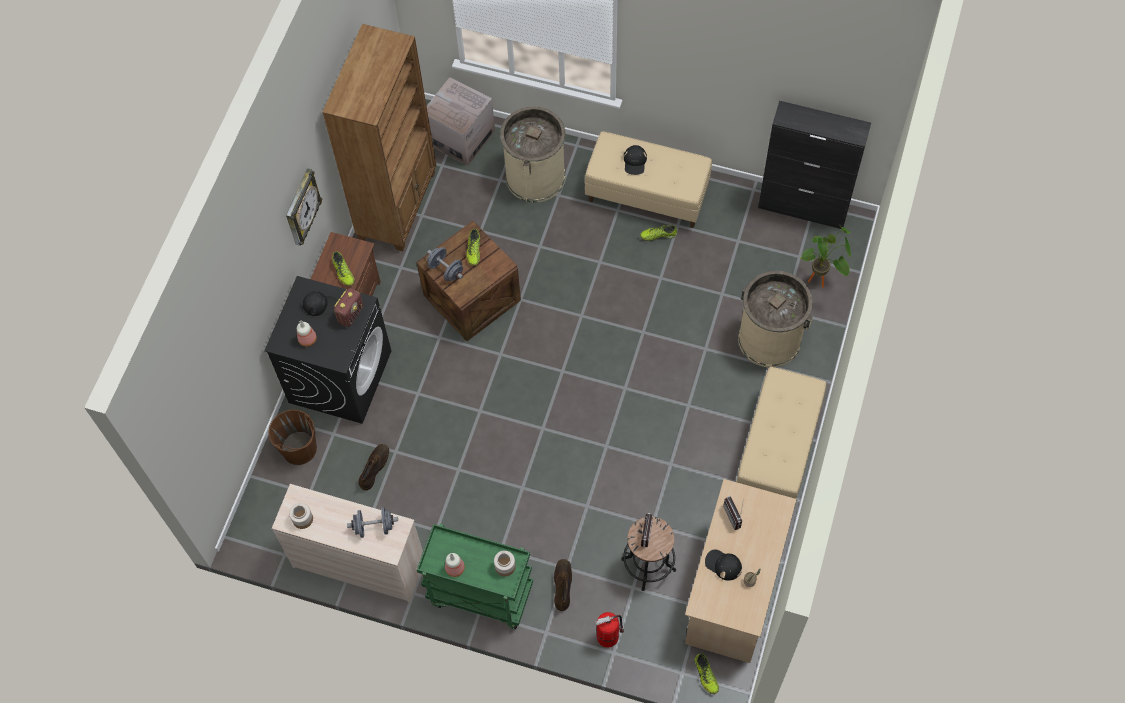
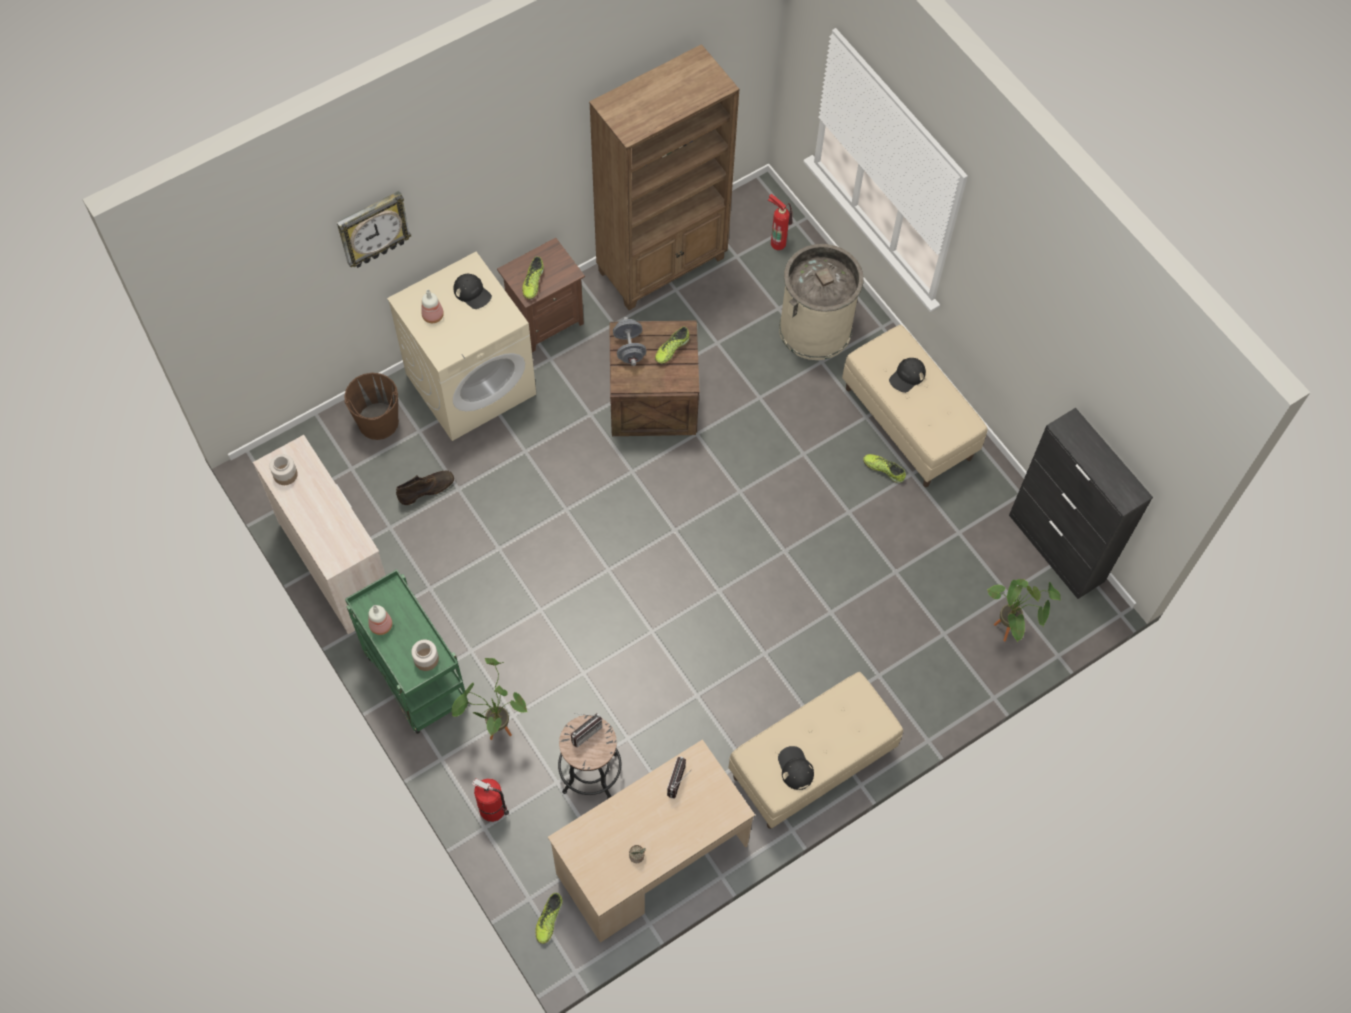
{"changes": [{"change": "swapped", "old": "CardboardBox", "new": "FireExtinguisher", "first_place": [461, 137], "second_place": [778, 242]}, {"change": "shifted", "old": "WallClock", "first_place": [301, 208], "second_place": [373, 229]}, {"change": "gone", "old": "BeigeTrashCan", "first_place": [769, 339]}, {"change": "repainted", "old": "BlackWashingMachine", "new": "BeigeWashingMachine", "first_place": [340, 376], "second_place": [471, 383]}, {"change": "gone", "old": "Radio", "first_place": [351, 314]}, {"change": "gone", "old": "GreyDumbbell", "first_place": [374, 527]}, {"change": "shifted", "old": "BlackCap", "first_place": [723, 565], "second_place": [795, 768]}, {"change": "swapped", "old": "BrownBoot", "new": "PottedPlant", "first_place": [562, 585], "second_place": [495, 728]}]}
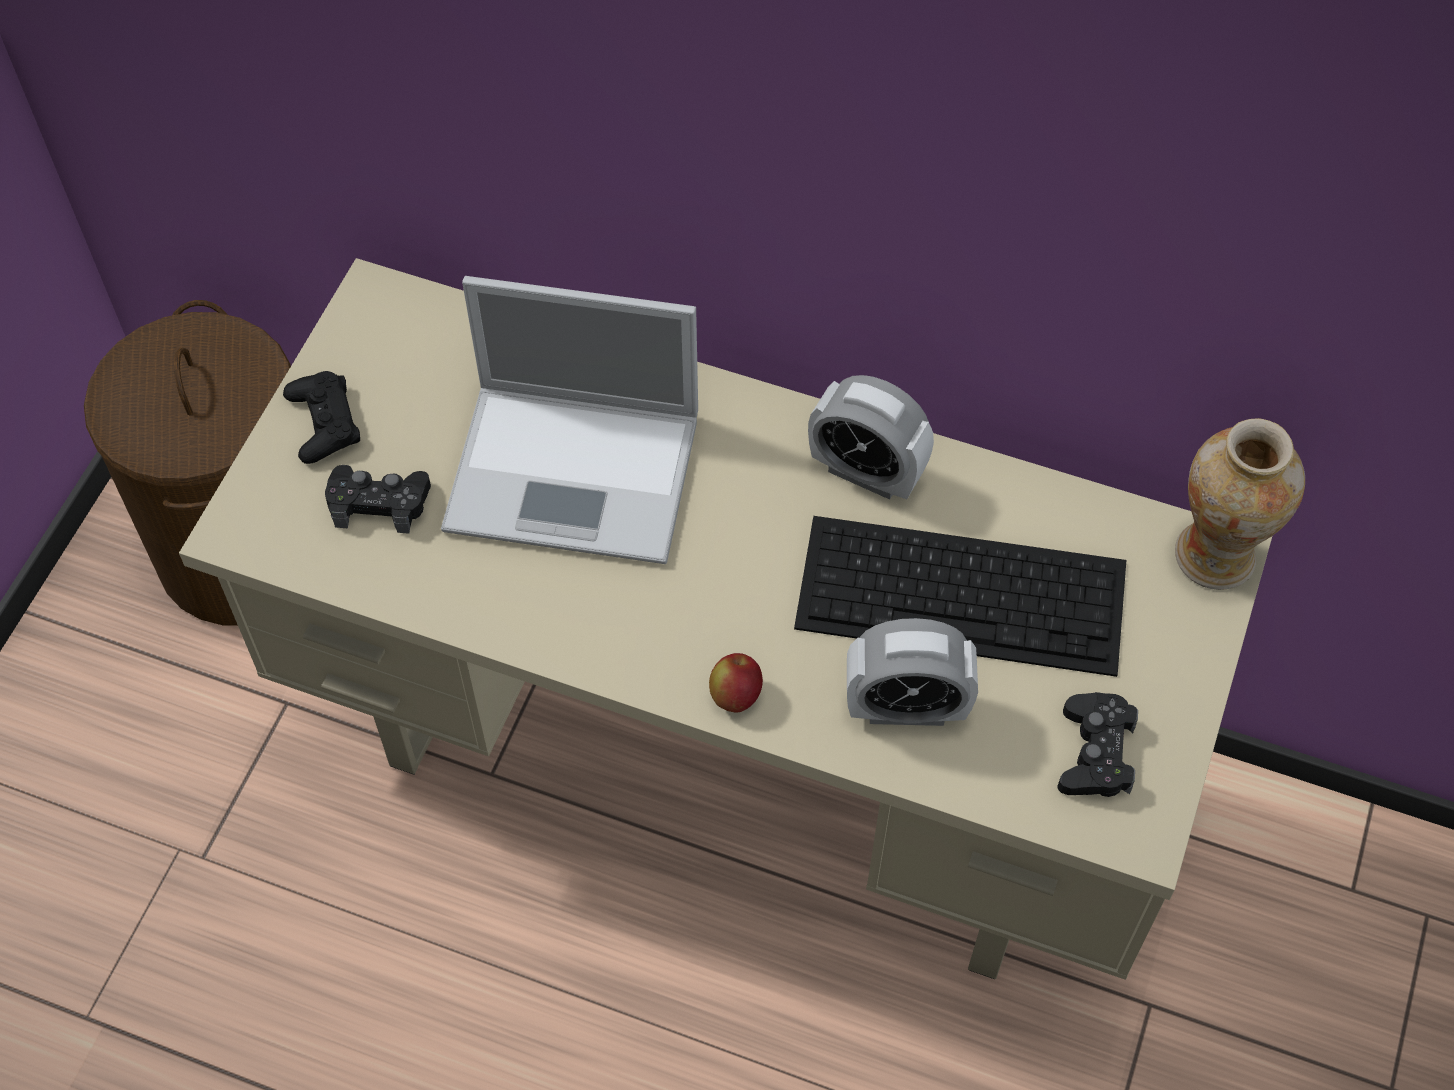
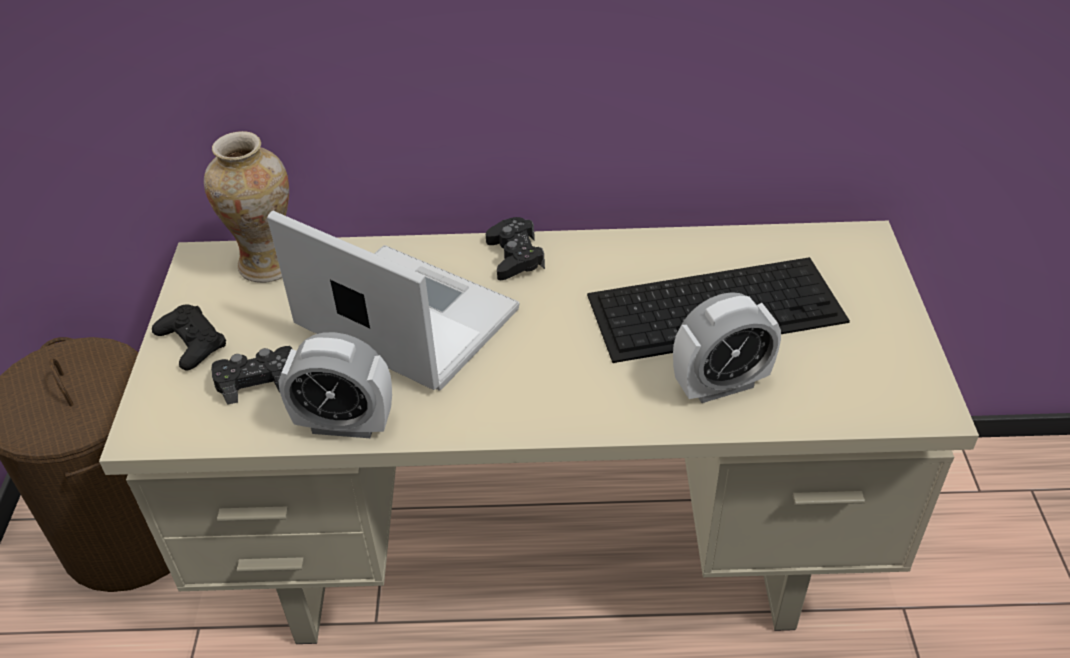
{"changes": [{"change": "rotated", "old": "Laptop", "first_place": [578, 473], "second_place": [403, 317], "degrees": -135}, {"change": "shifted", "old": "AlarmClock", "first_place": [866, 472], "second_place": [345, 424]}, {"change": "shifted", "old": "Vase", "first_place": [1215, 557], "second_place": [268, 265]}, {"change": "gone", "old": "Apple", "first_place": [735, 695]}, {"change": "shifted", "old": "BlackGameController", "first_place": [1095, 753], "second_place": [515, 256]}]}
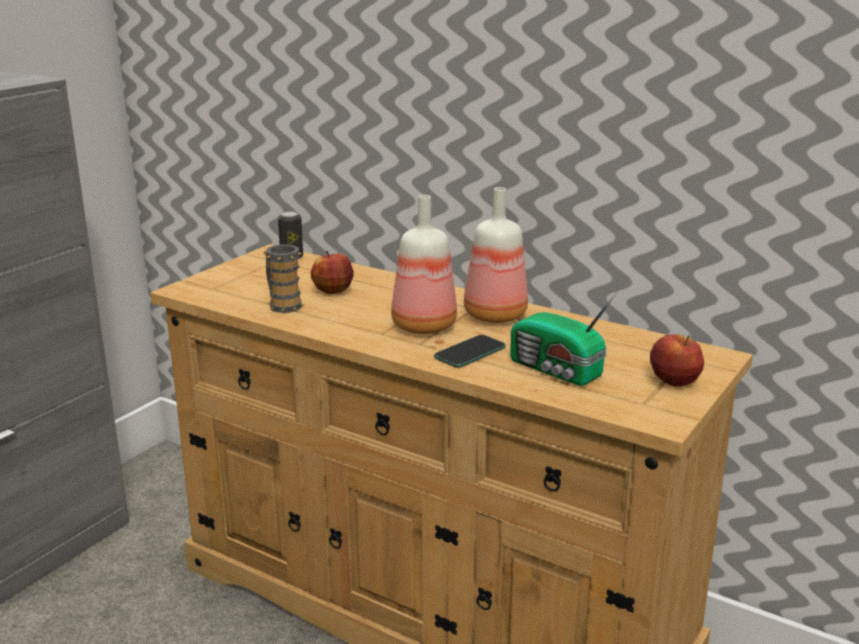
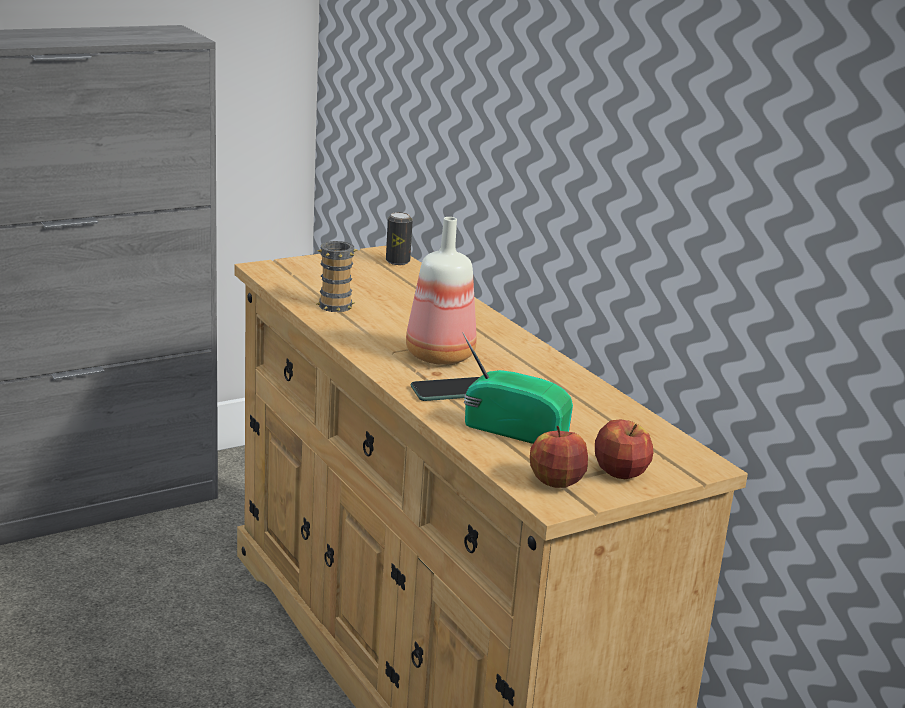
{"changes": [{"change": "gone", "old": "Bottle", "first_place": [493, 316]}, {"change": "shifted", "old": "Apple", "first_place": [333, 291], "second_place": [556, 482]}, {"change": "rotated", "old": "Radio", "first_place": [556, 370], "second_place": [513, 429], "degrees": 135}]}
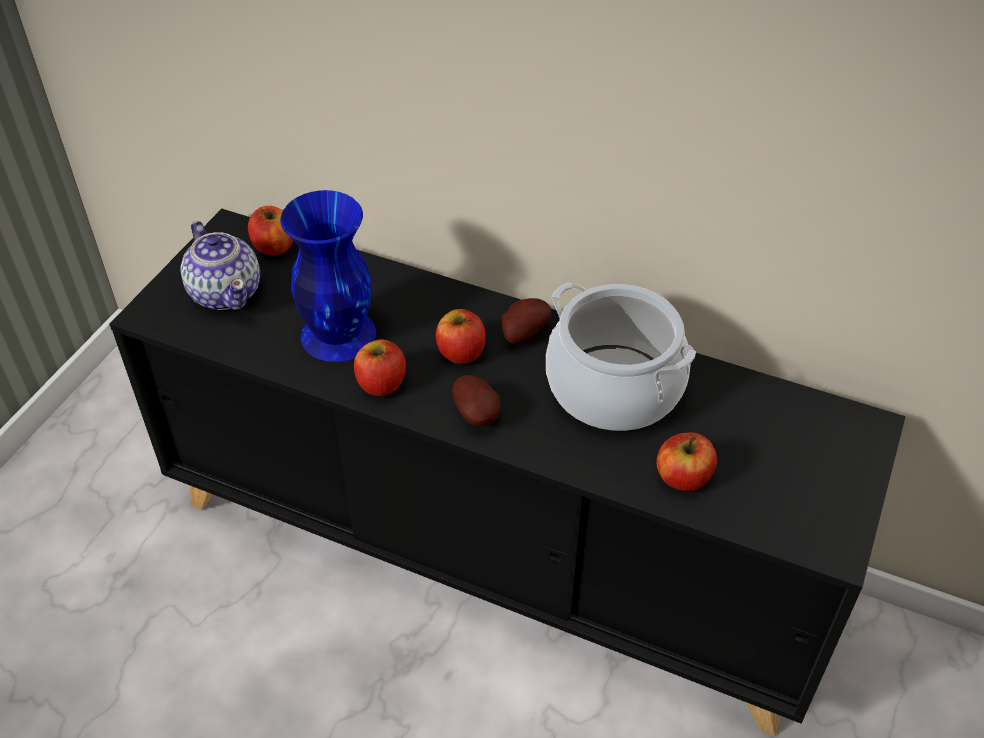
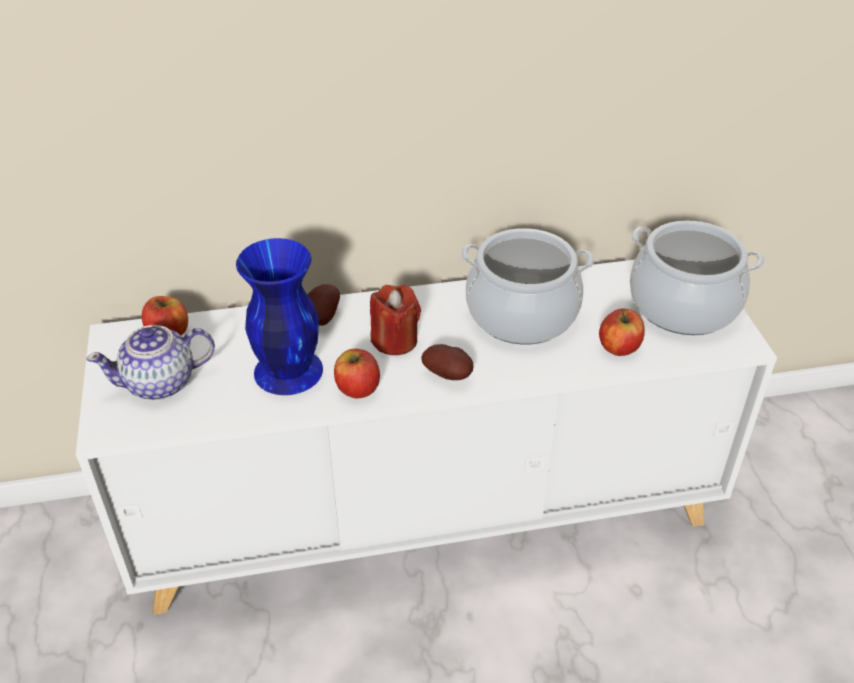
{"changes": [{"change": "repainted", "old": "BlackCabinet", "new": "WhiteCabinet", "first_place": [493, 551], "second_place": [428, 513]}, {"change": "rotated", "old": "Teapot", "first_place": [226, 292], "second_place": [161, 383], "degrees": 135}, {"change": "shifted", "old": "Potato", "first_place": [522, 333], "second_place": [321, 317]}, {"change": "swapped", "old": "Apple", "new": "RedCandle", "first_place": [461, 352], "second_place": [395, 340]}, {"change": "new", "new": "CookingPot", "second_place": [683, 305]}]}
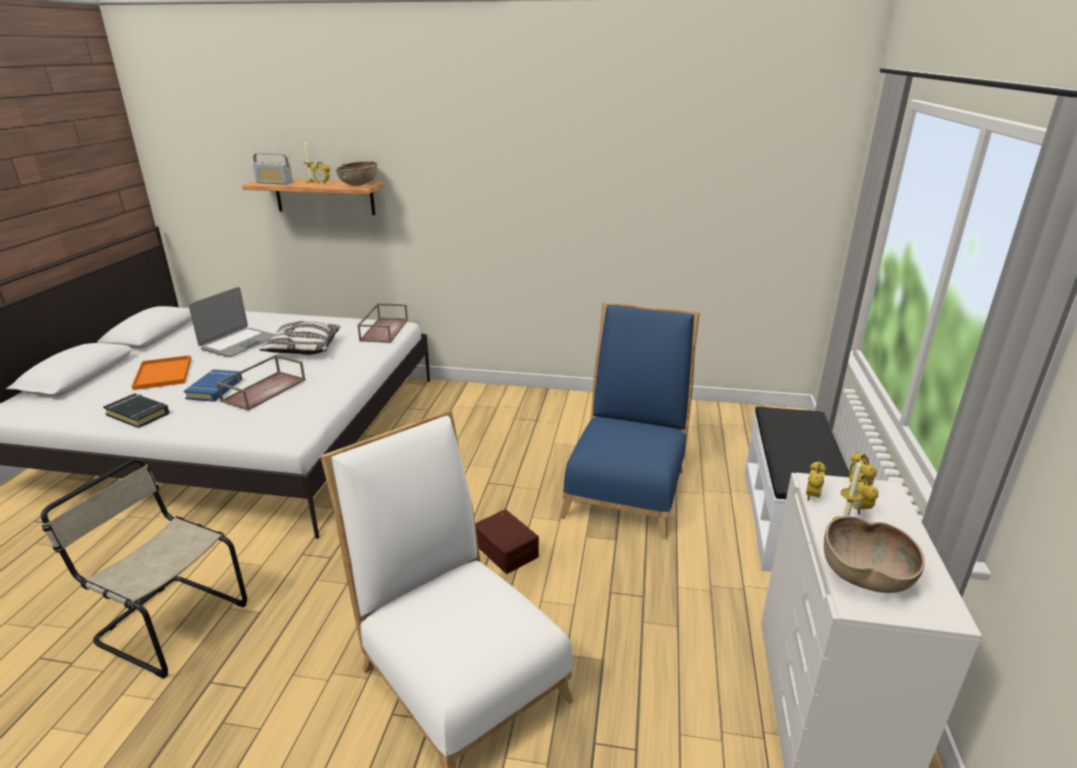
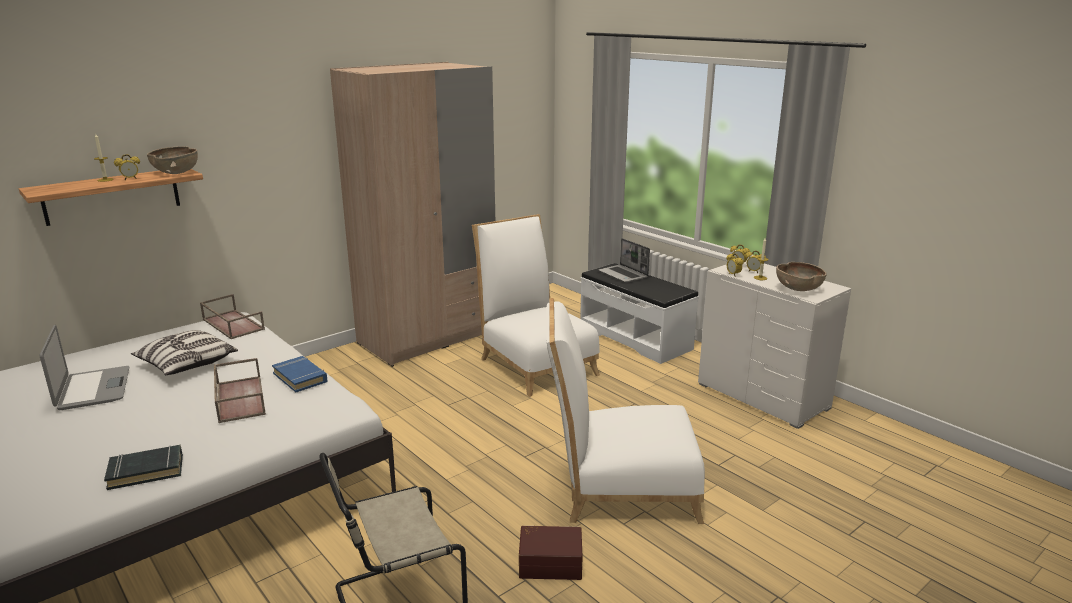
{"changes": [{"change": "gone", "old": "Radio", "first_place": [274, 183]}, {"change": "repainted", "old": "BlueChair", "new": "WhiteChair", "first_place": [627, 487], "second_place": [534, 363]}, {"change": "gone", "old": "OrangeTray", "first_place": [162, 373]}, {"change": "shifted", "old": "BlueBook", "first_place": [215, 389], "second_place": [300, 378]}, {"change": "shifted", "old": "BrownStorageBox", "first_place": [507, 549], "second_place": [550, 562]}, {"change": "new", "new": "BeigeWardrobe", "second_place": [428, 337]}, {"change": "new", "new": "Laptop", "second_place": [624, 275]}]}
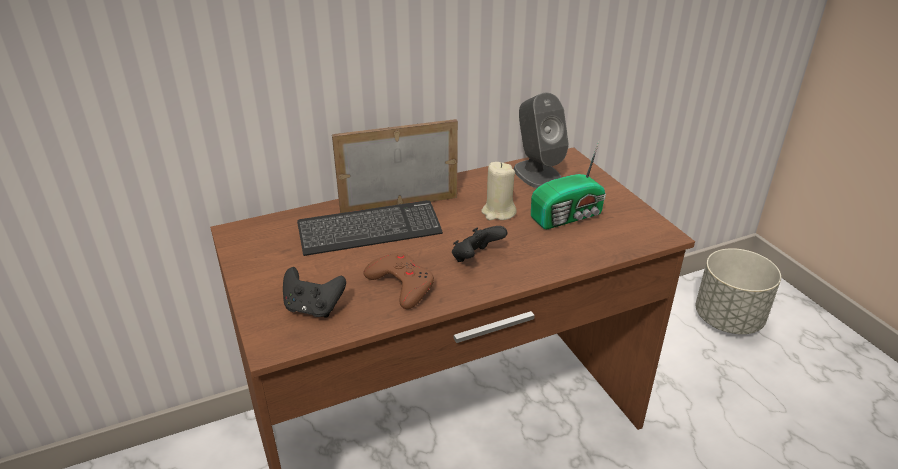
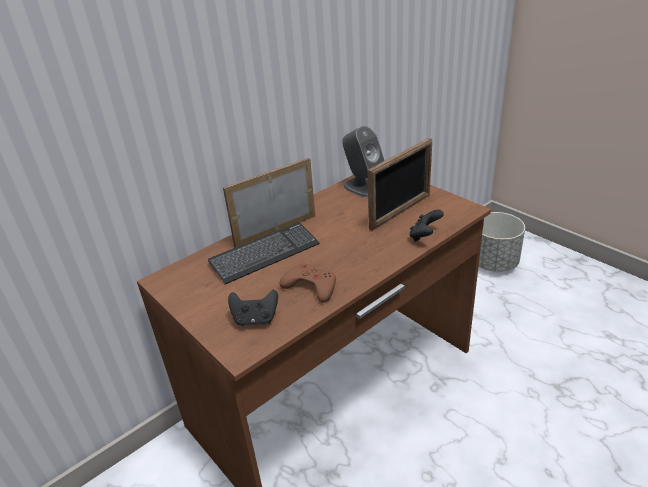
{"changes": [{"change": "swapped", "old": "Radio", "new": "PictureFrame", "first_place": [569, 216], "second_place": [401, 211]}, {"change": "gone", "old": "BeigeCandle", "first_place": [498, 212]}, {"change": "shifted", "old": "BlackGameController", "first_place": [476, 258], "second_place": [424, 236]}]}
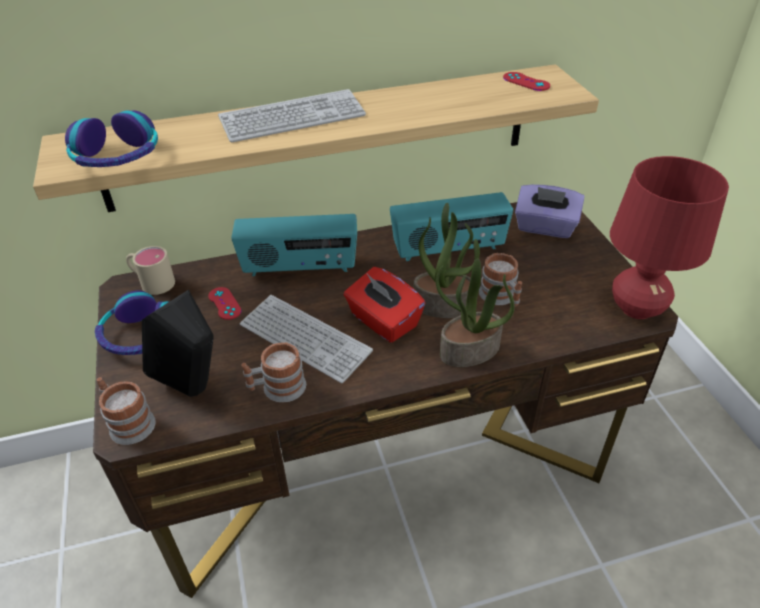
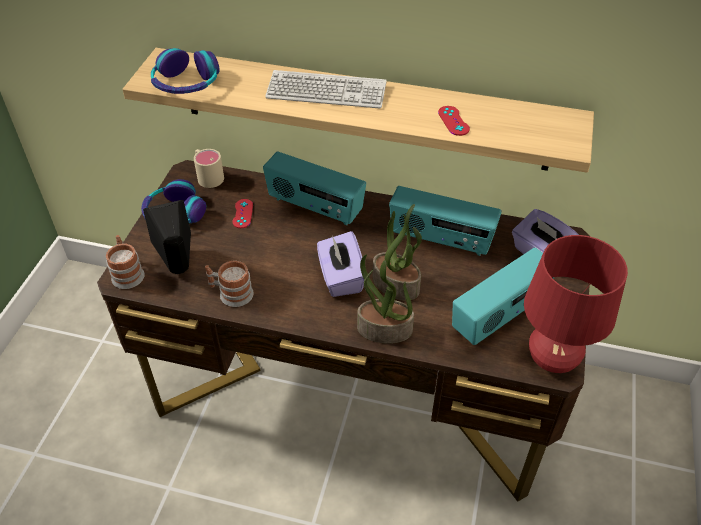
{"changes": [{"change": "shifted", "old": "RedGameController", "first_place": [526, 82], "second_place": [453, 121]}, {"change": "gone", "old": "Mug", "first_place": [501, 297]}, {"change": "repainted", "old": "RedTissueBox", "new": "PurpleTissueBox", "first_place": [383, 321], "second_place": [340, 277]}, {"change": "gone", "old": "Keyboard", "first_place": [304, 339]}, {"change": "new", "new": "Radio", "second_place": [500, 316]}]}
